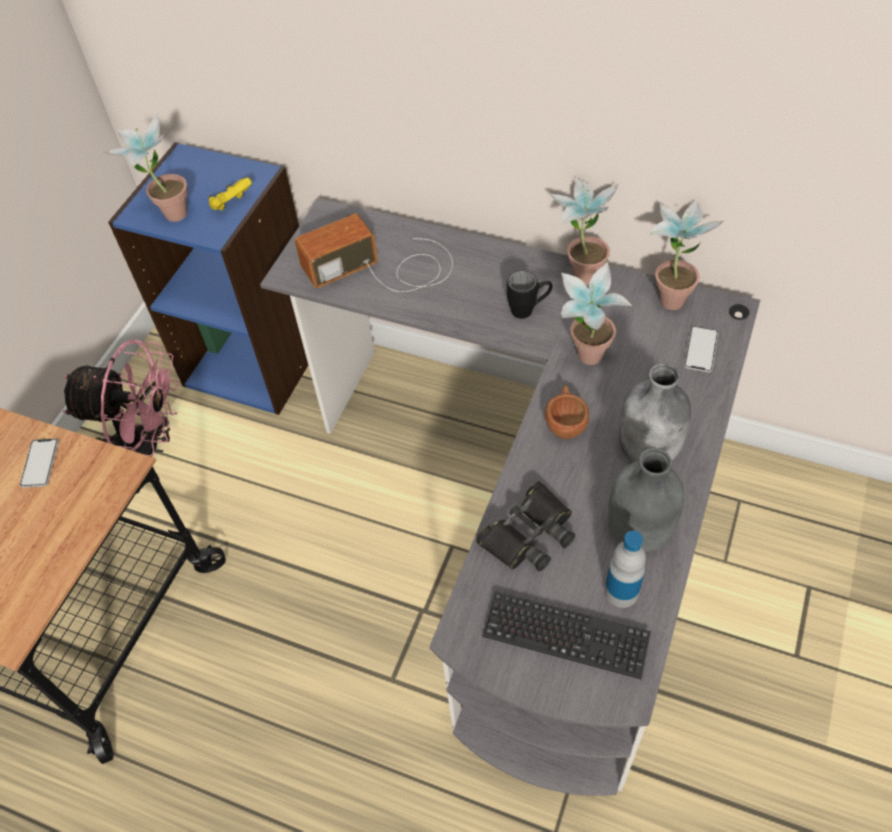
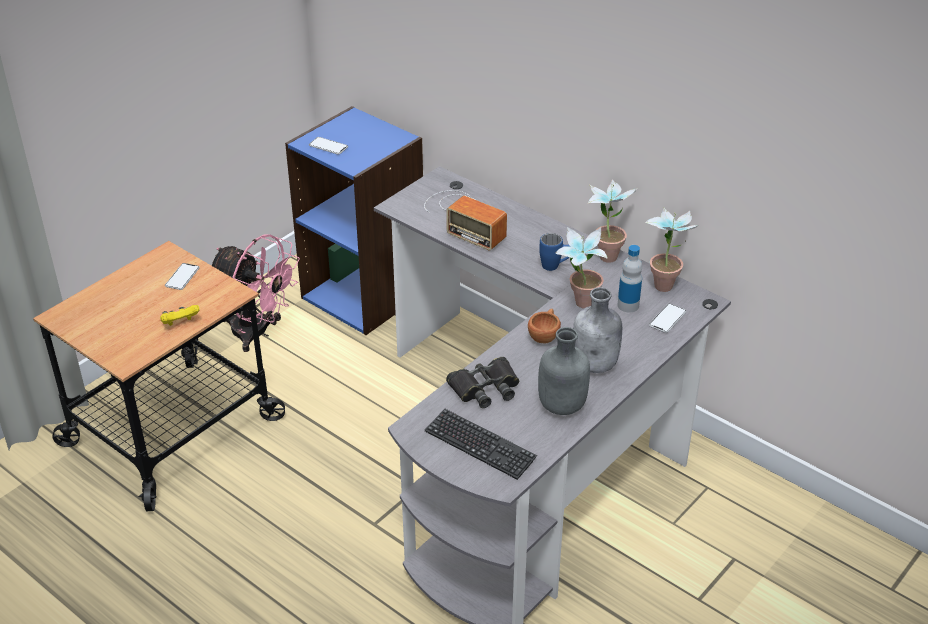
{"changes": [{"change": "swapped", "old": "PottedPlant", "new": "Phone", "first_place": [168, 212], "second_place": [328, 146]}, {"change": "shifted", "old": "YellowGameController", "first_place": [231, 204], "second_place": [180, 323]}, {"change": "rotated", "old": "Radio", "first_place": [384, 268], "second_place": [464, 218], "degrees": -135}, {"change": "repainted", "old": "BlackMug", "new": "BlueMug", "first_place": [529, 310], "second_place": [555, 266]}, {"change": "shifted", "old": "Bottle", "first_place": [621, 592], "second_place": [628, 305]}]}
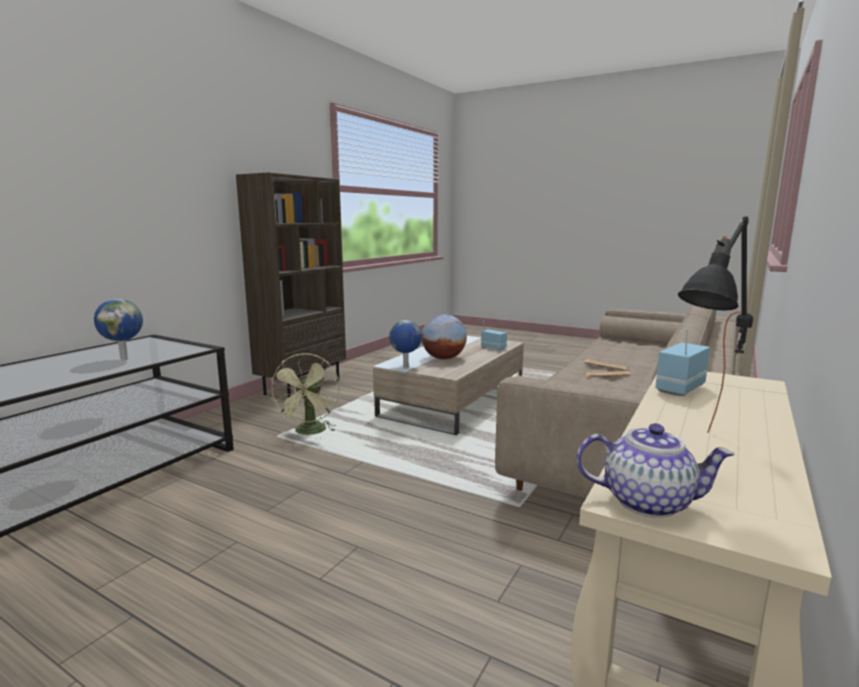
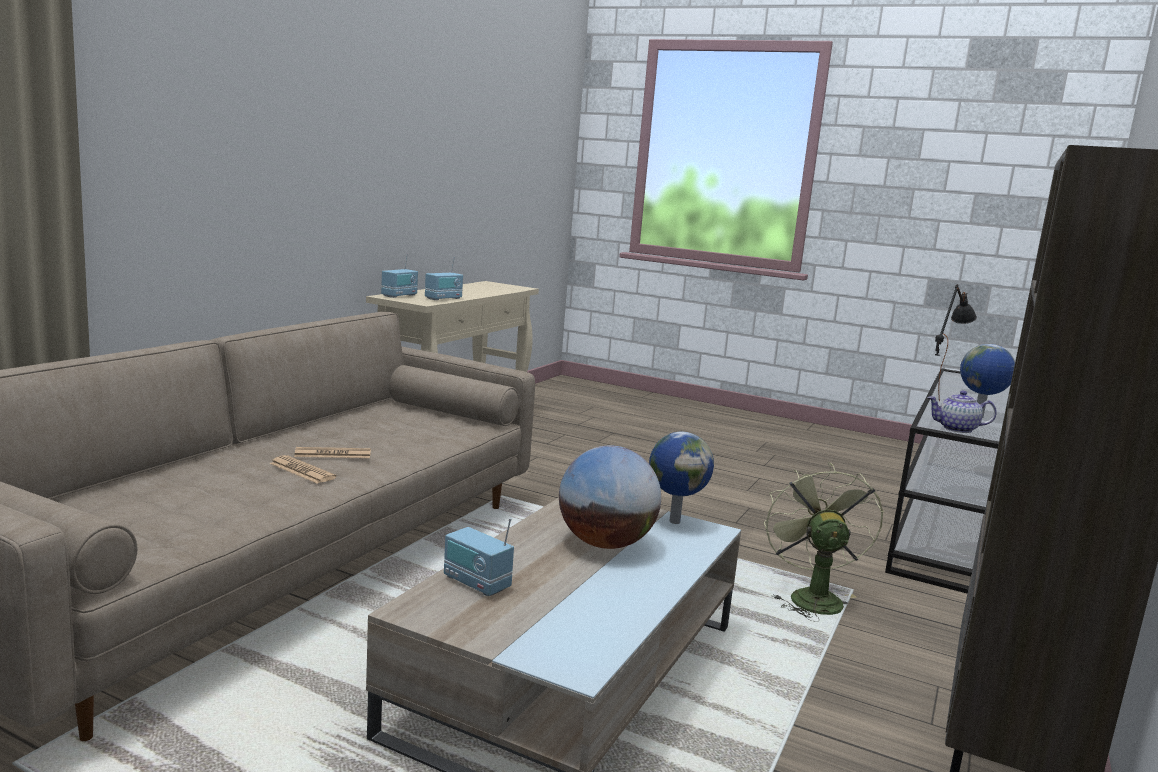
{"changes": [{"change": "shifted", "old": "BlackTableLamp", "first_place": [707, 451], "second_place": [939, 396]}, {"change": "shifted", "old": "Teapot", "first_place": [648, 501], "second_place": [956, 429]}, {"change": "new", "new": "Radio", "second_place": [399, 296]}]}
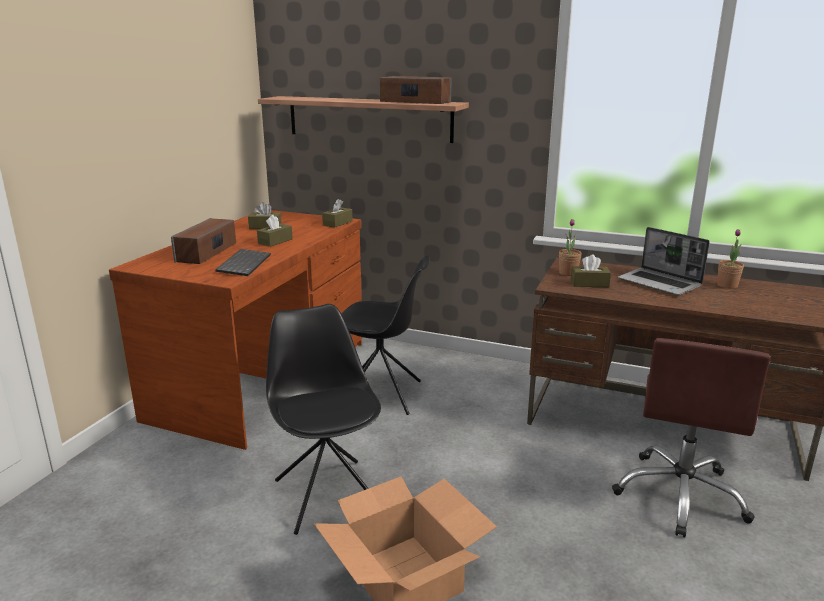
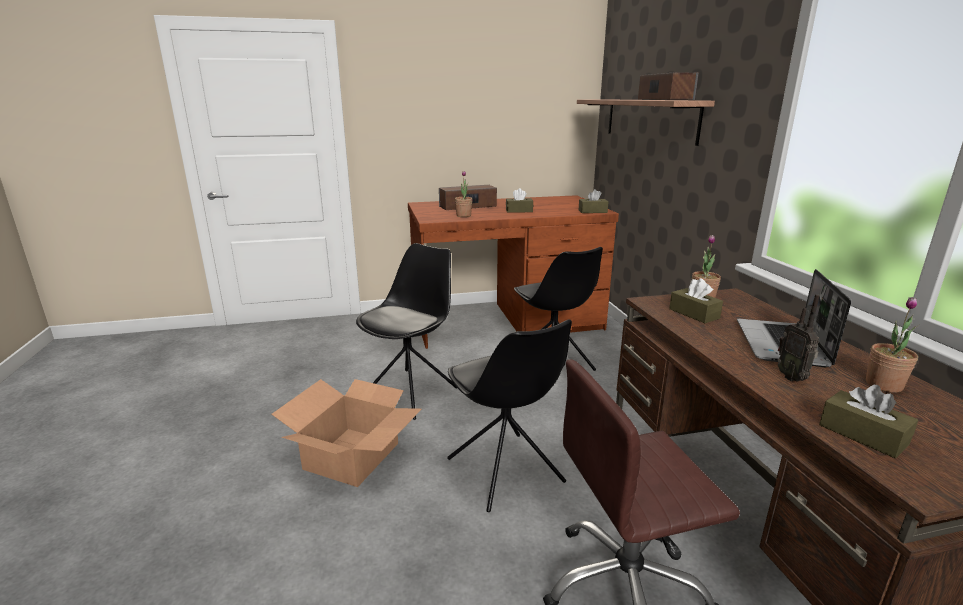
{"changes": [{"change": "shifted", "old": "BrownTissueBox", "first_place": [265, 227], "second_place": [862, 435]}, {"change": "swapped", "old": "Keyboard", "new": "PottedPlant", "first_place": [243, 264], "second_place": [463, 215]}, {"change": "new", "new": "Radio", "second_place": [792, 377]}, {"change": "new", "new": "BlackChair", "second_place": [505, 472]}]}
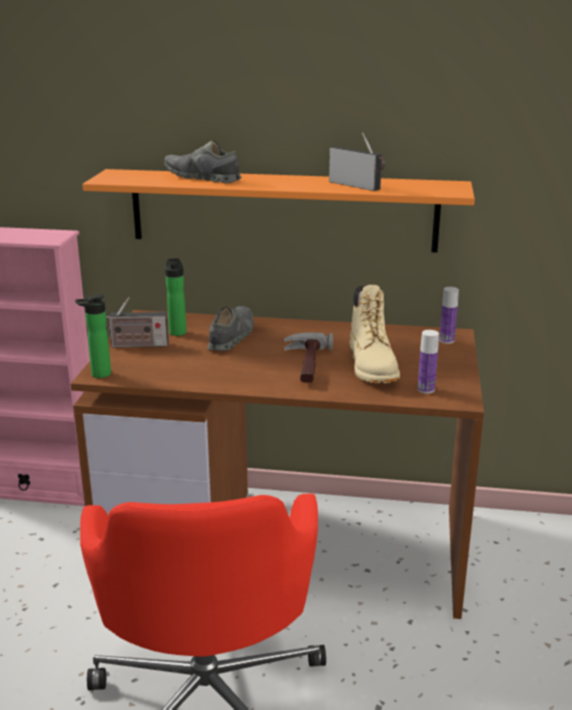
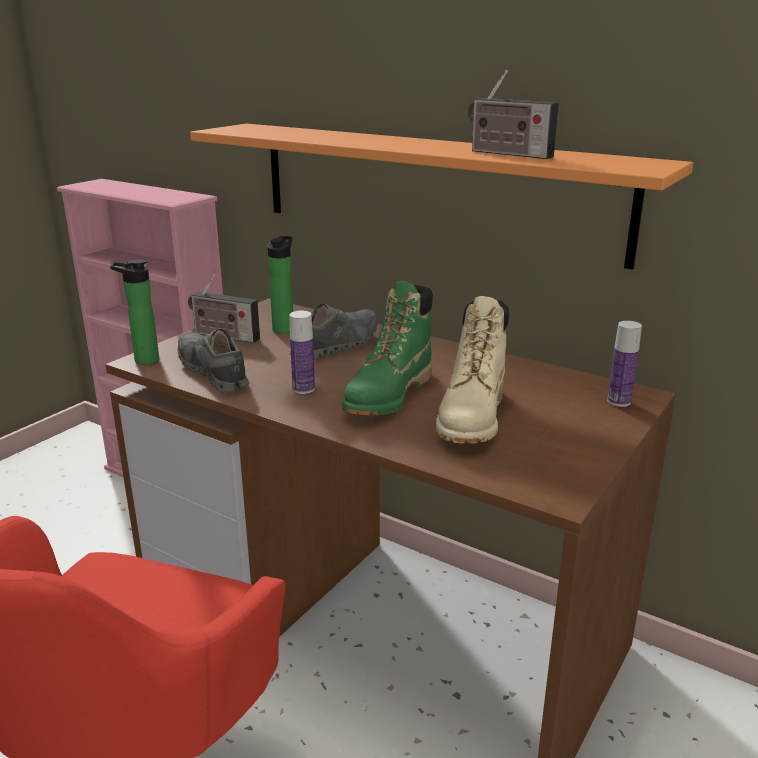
{"changes": [{"change": "rotated", "old": "Radio", "first_place": [357, 186], "second_place": [507, 154], "degrees": 150}, {"change": "shifted", "old": "GreyShoe", "first_place": [202, 178], "second_place": [213, 373]}, {"change": "shifted", "old": "Bottle", "first_place": [426, 389], "second_place": [303, 389]}, {"change": "swapped", "old": "Hammer", "new": "GreenBoot", "first_place": [305, 364], "second_place": [388, 395]}]}
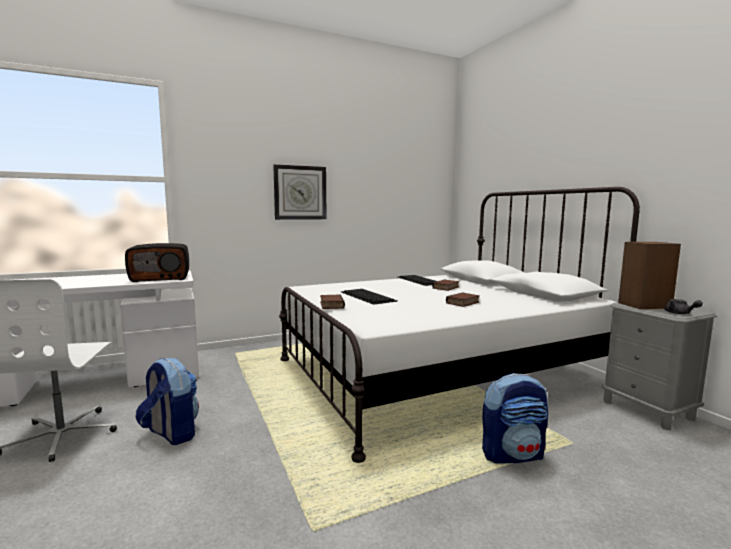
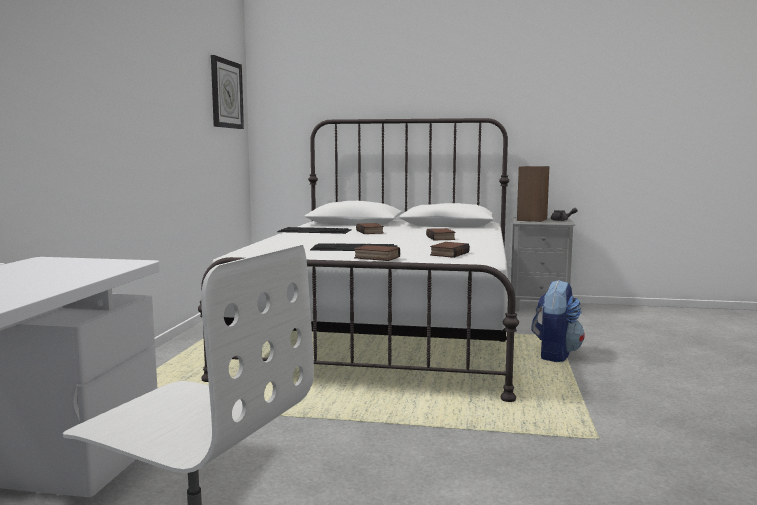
{"changes": [{"change": "shifted", "old": "WallClock", "first_place": [300, 193], "second_place": [226, 94]}, {"change": "gone", "old": "Radio", "first_place": [161, 278]}, {"change": "gone", "old": "Backpack", "first_place": [171, 433]}, {"change": "new", "new": "Book", "second_place": [448, 253]}]}
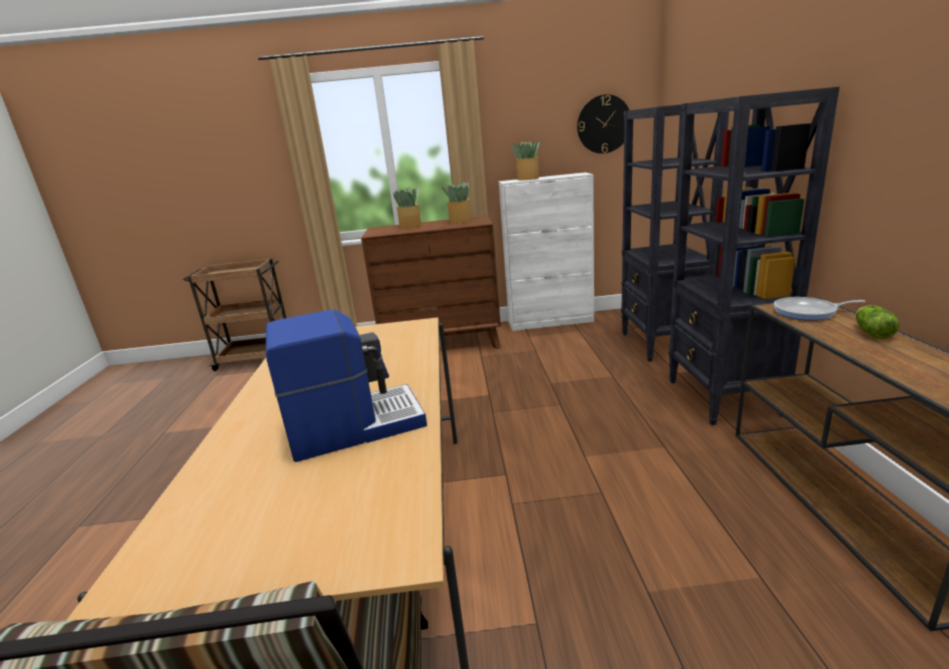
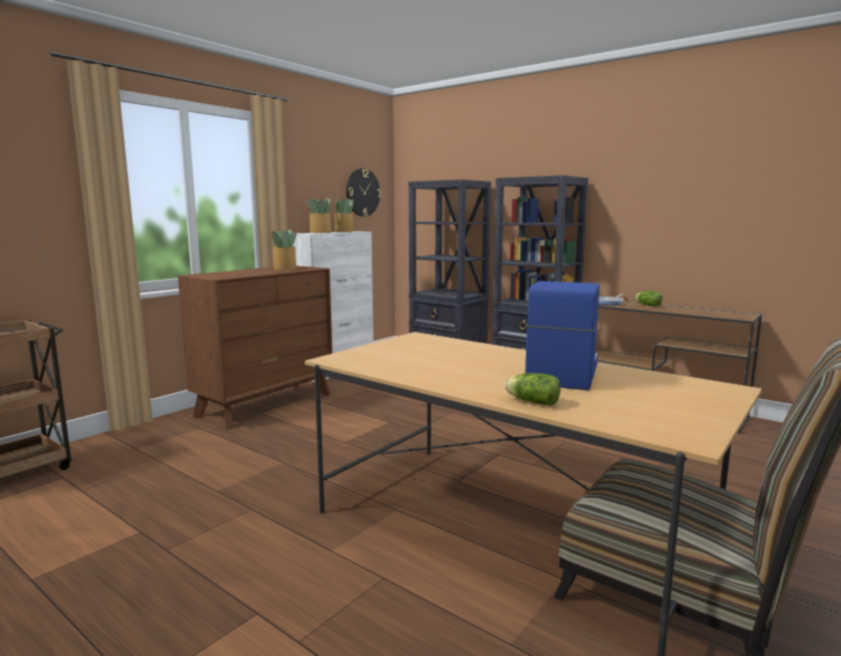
{"changes": [{"change": "shifted", "old": "PottedPlant", "first_place": [411, 226], "second_place": [344, 231]}, {"change": "new", "new": "Lettuce", "second_place": [531, 401]}]}
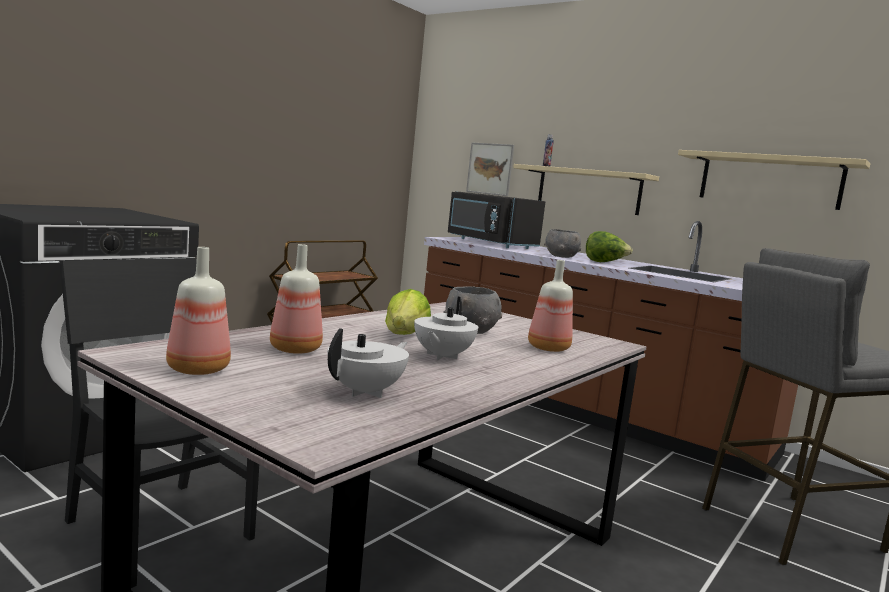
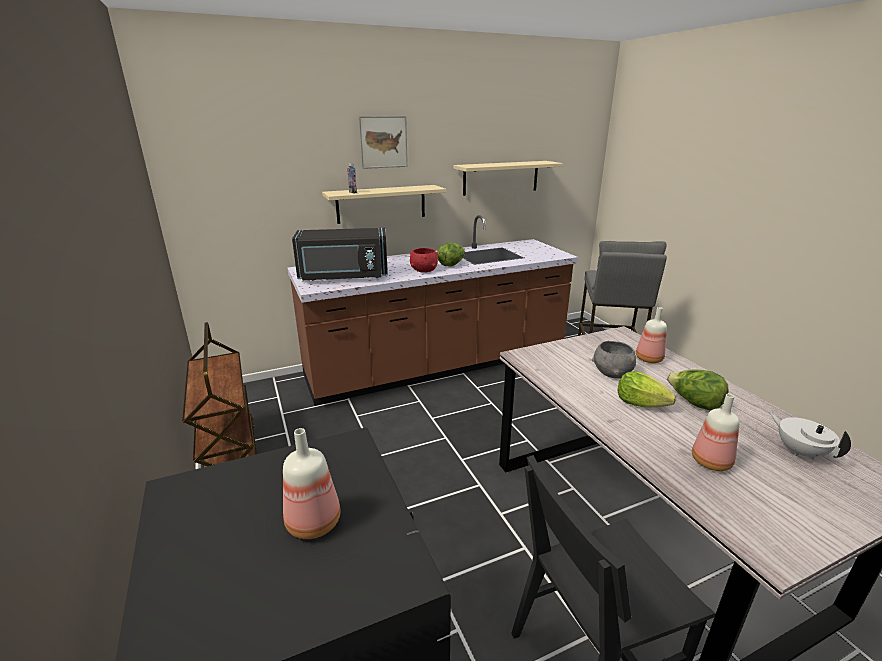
{"changes": [{"change": "shifted", "old": "Picture", "first_place": [490, 169], "second_place": [383, 142]}, {"change": "repainted", "old": "GreyBowl", "new": "RedBowl", "first_place": [561, 256], "second_place": [423, 270]}, {"change": "shifted", "old": "Bottle", "first_place": [199, 370], "second_place": [315, 522]}, {"change": "swapped", "old": "WhiteTeapot", "new": "Lettuce", "first_place": [441, 356], "second_place": [694, 403]}]}
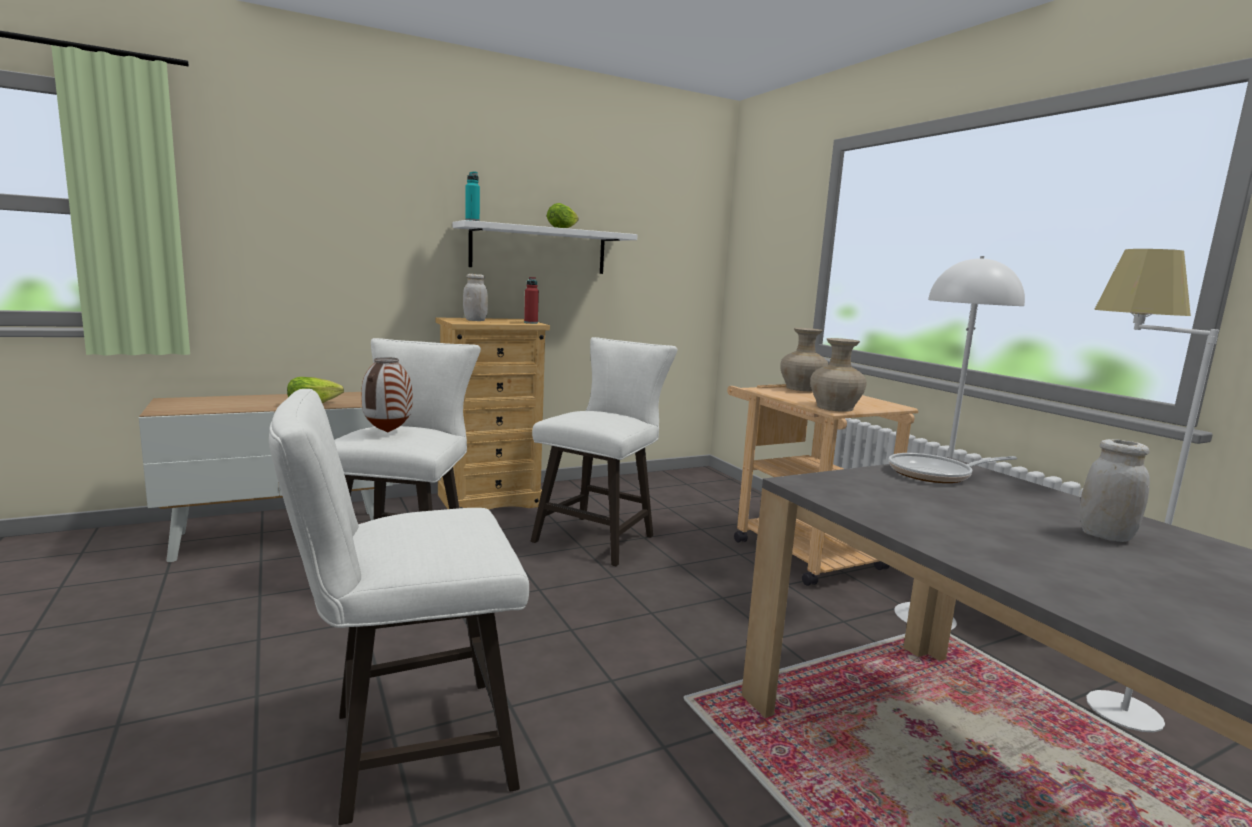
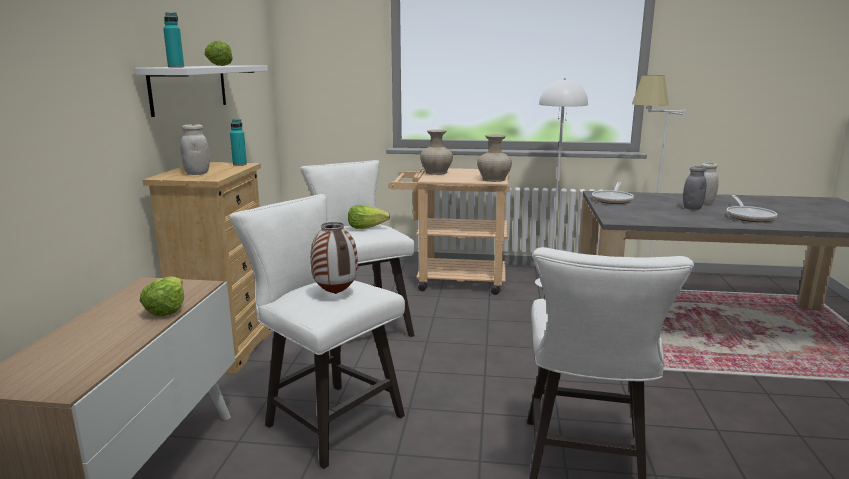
{"changes": [{"change": "repainted", "old": "RedBottle", "new": "TurquoiseBottle", "first_place": [531, 323], "second_place": [239, 164]}, {"change": "new", "new": "GreyJar", "second_place": [692, 208]}, {"change": "new", "new": "FryingPan", "second_place": [749, 216]}, {"change": "new", "new": "Lettuce", "second_place": [367, 227]}]}
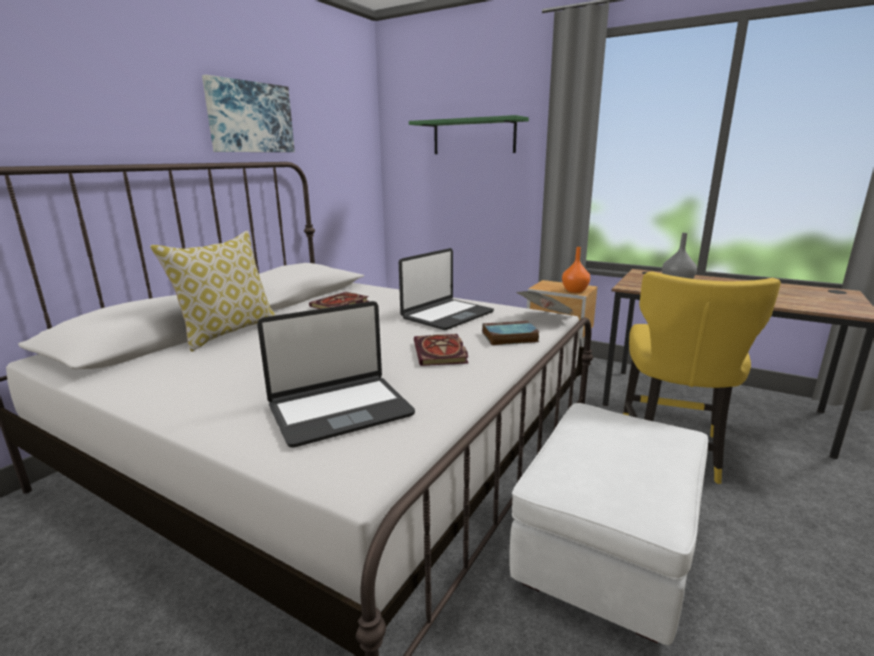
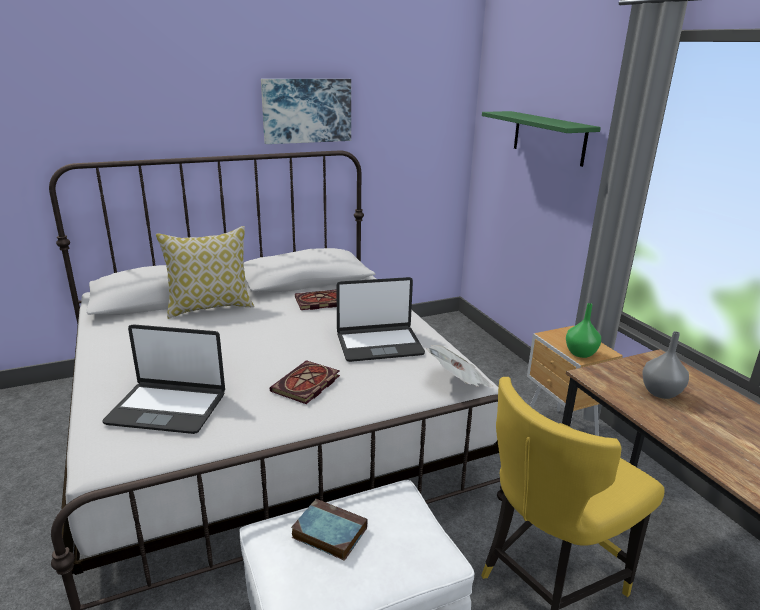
{"changes": [{"change": "repainted", "old": "OrangeVase", "new": "GreenVase", "first_place": [574, 291], "second_place": [579, 353]}, {"change": "shifted", "old": "Book", "first_place": [509, 337], "second_place": [328, 532]}]}
